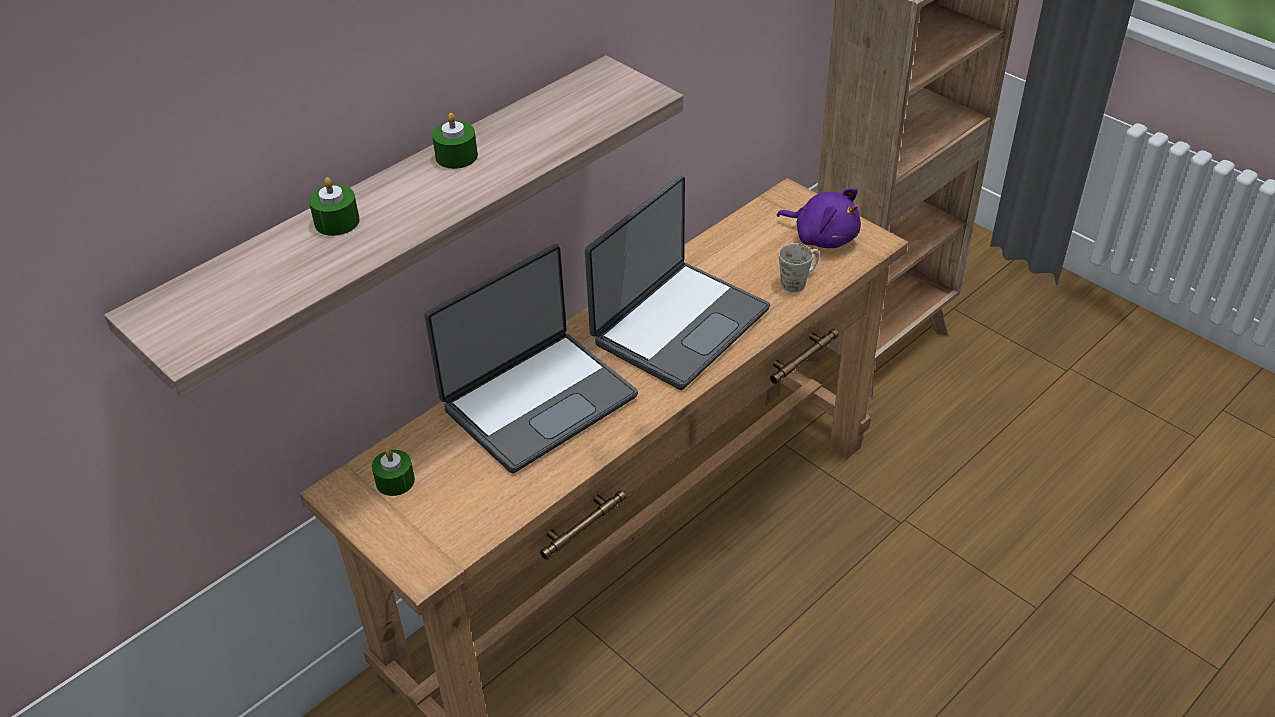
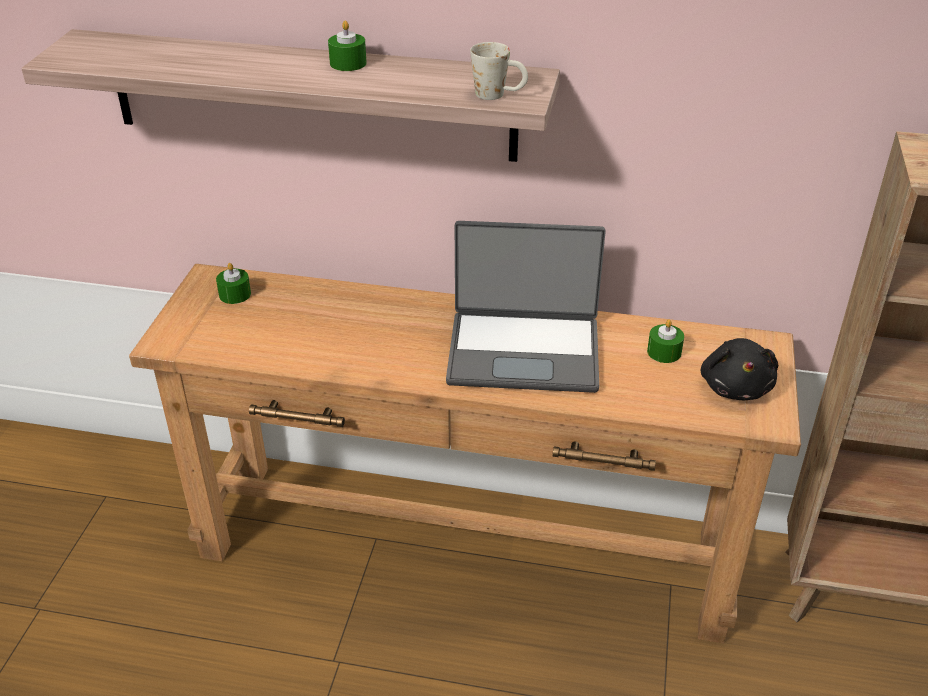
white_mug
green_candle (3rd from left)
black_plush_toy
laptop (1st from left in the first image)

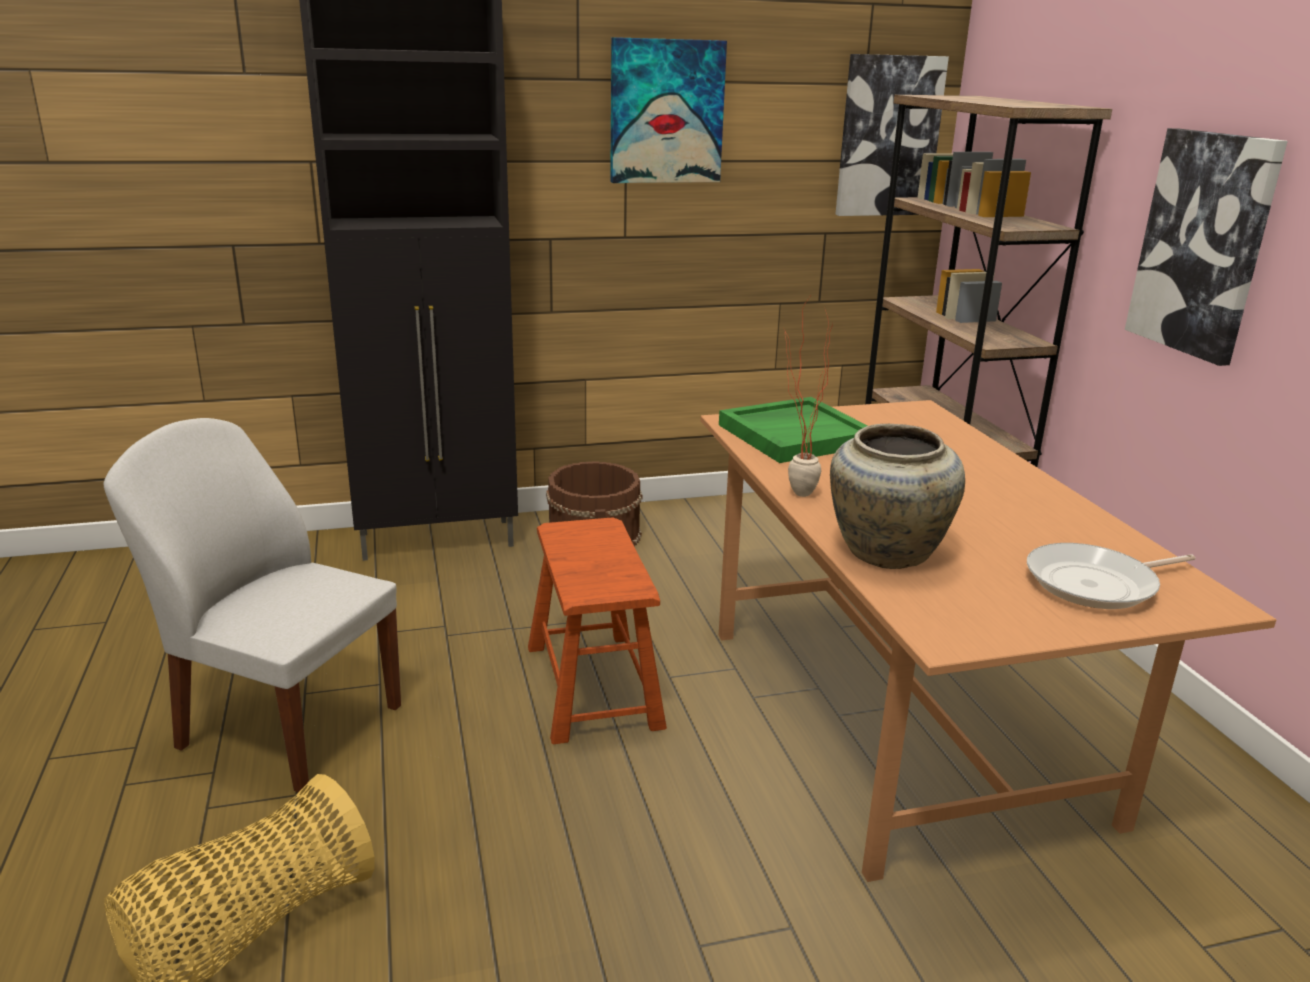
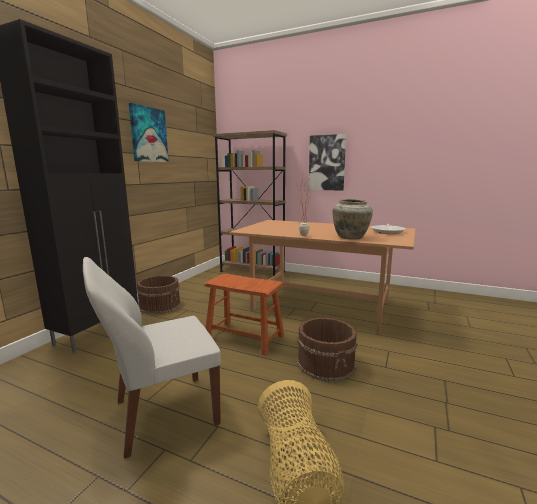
brown_bucket (2nd from left)
green_tray
picture (2nd from left in the first image)

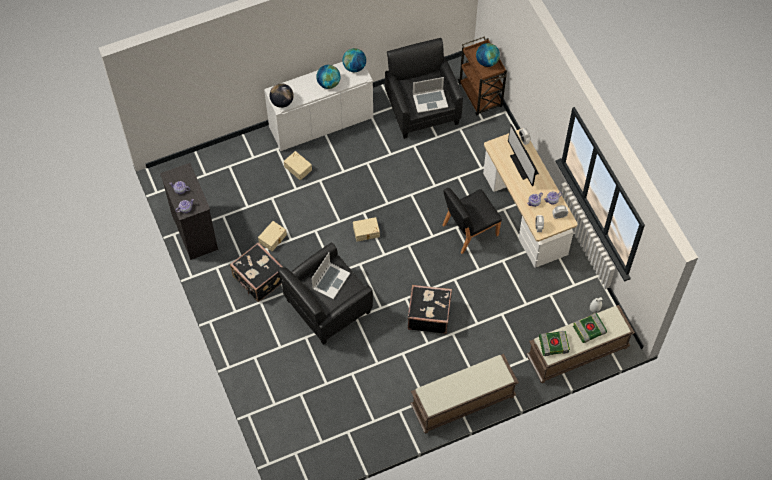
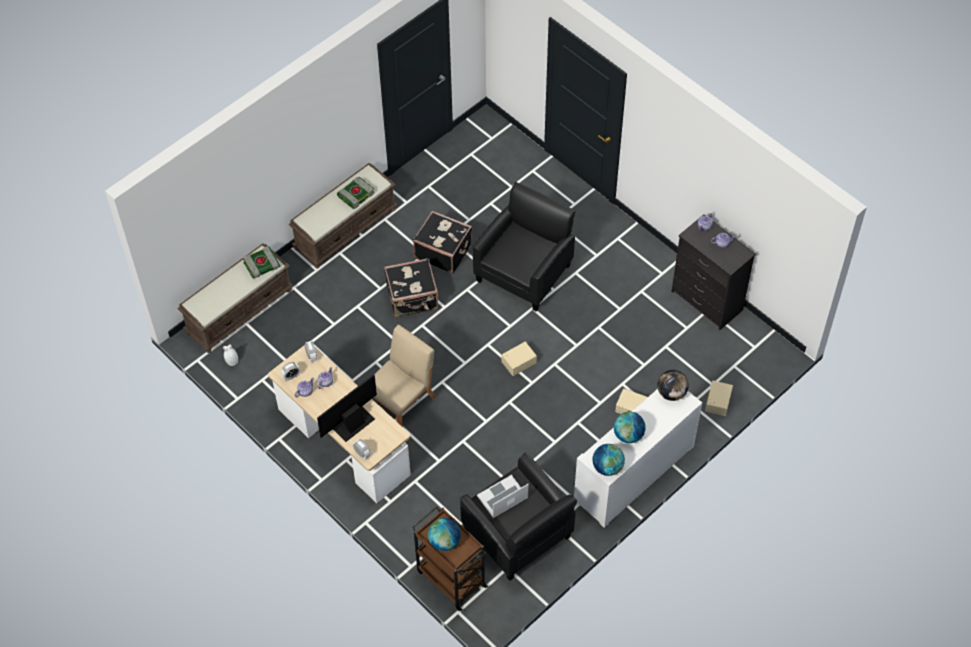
monitor
book (2nd from left)
beige_chair
black_suitcase (2nd from left)
beige_storage_box (3rd from left)
laptop (1st from left in the first image)

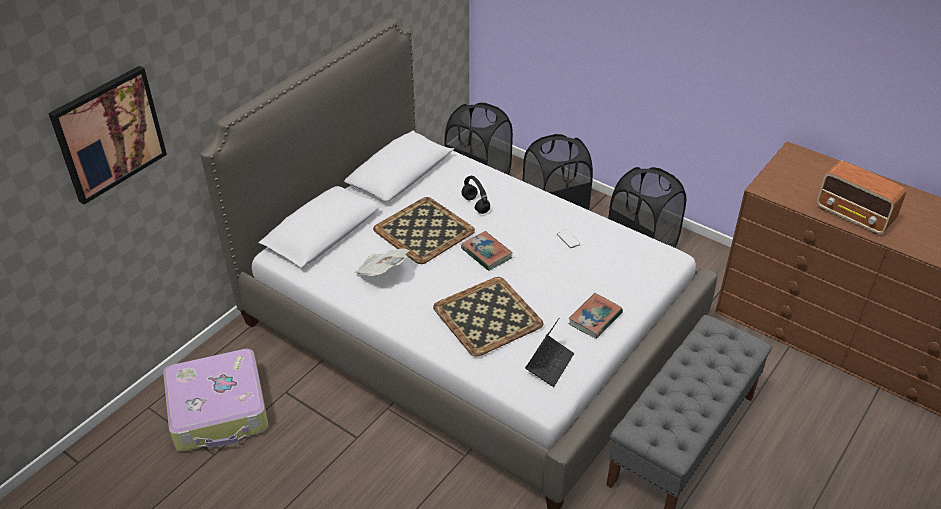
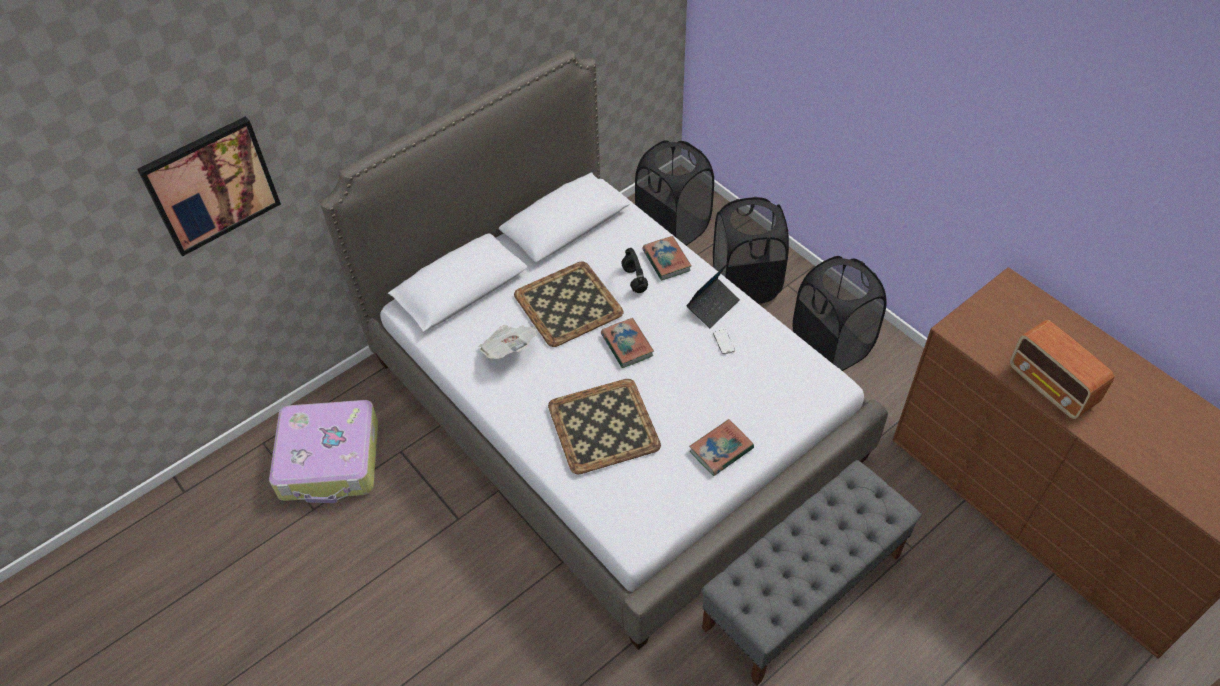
book (2nd from left)
laptop

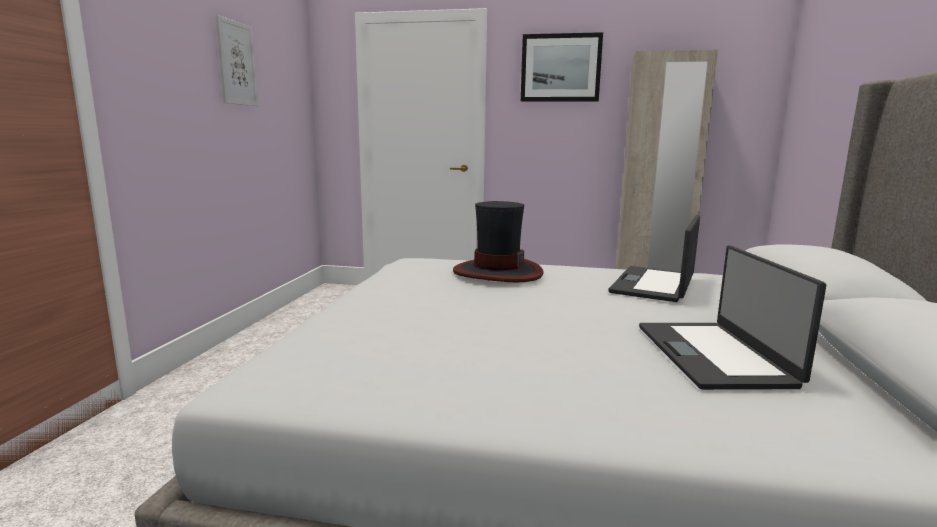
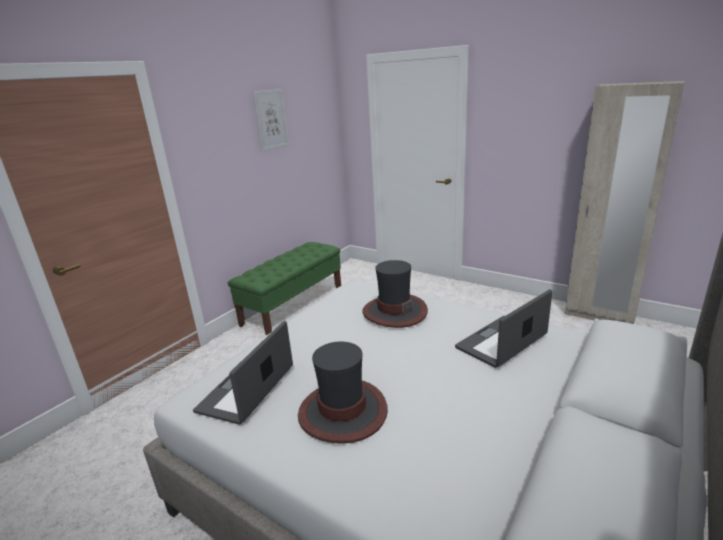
laptop (1st from left)
green_bench
hat (1st from left)
picture (2nd from left in the first image)

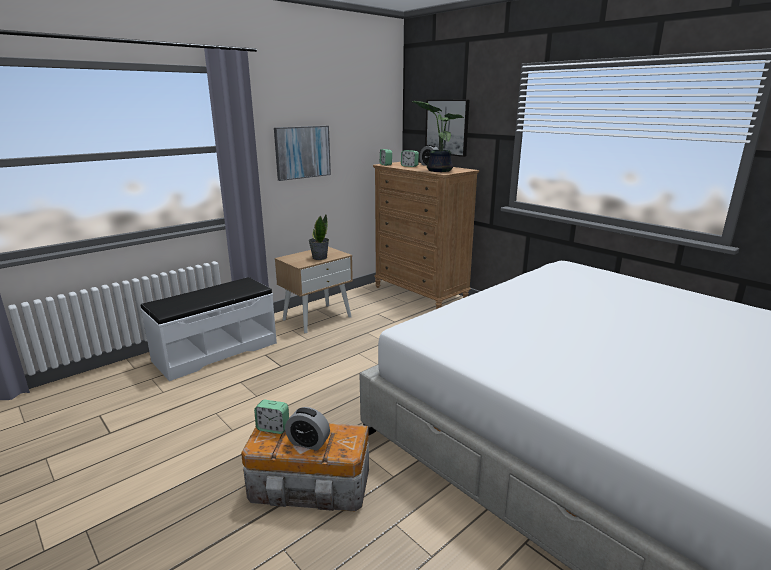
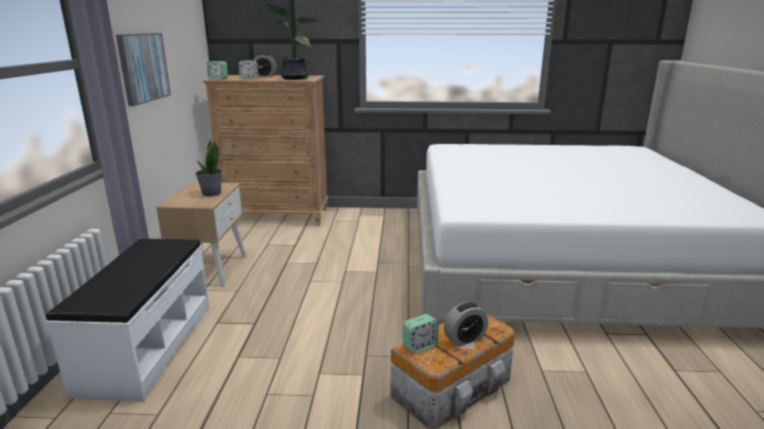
picture (2nd from left in the first image)

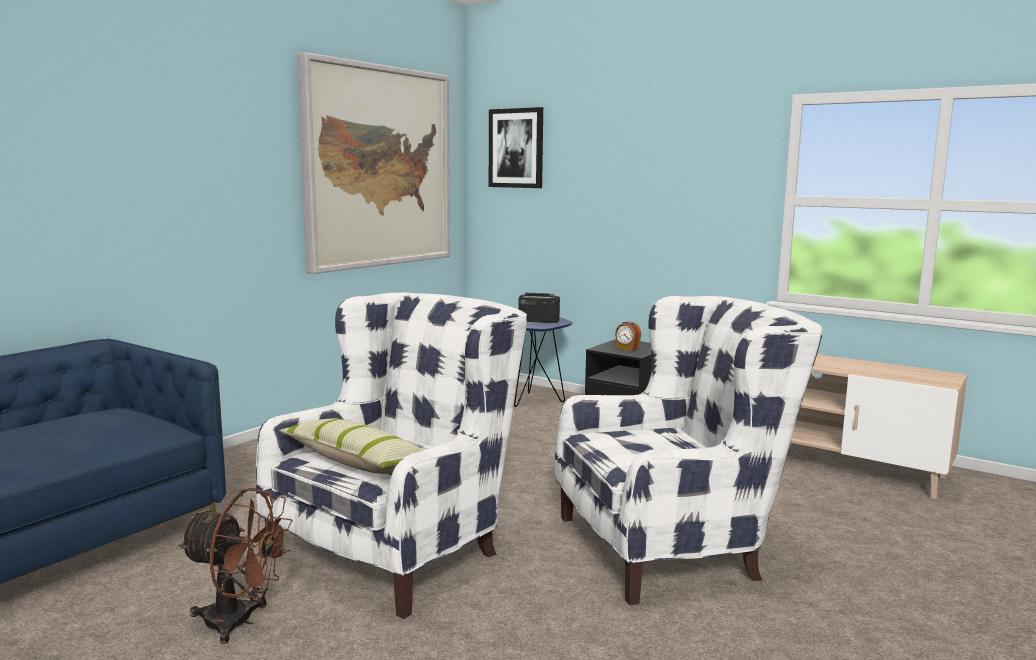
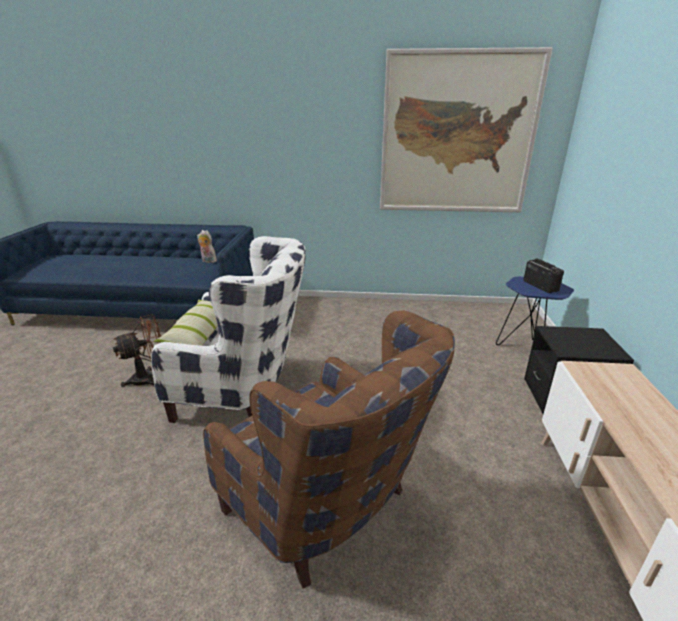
brown_fan
plush_toy
brown_armchair
picture (2nd from left in the first image)
alarm_clock

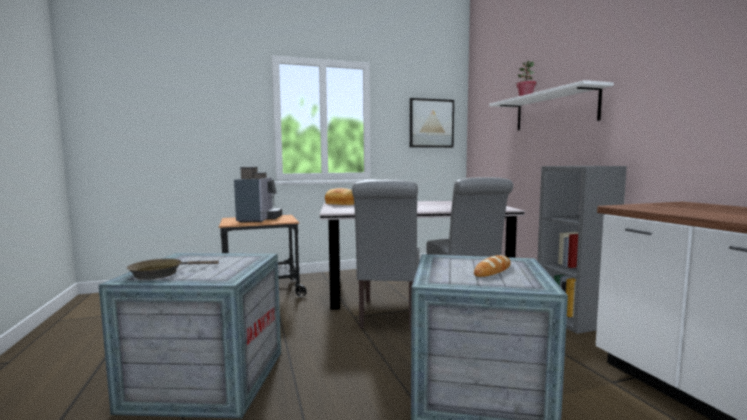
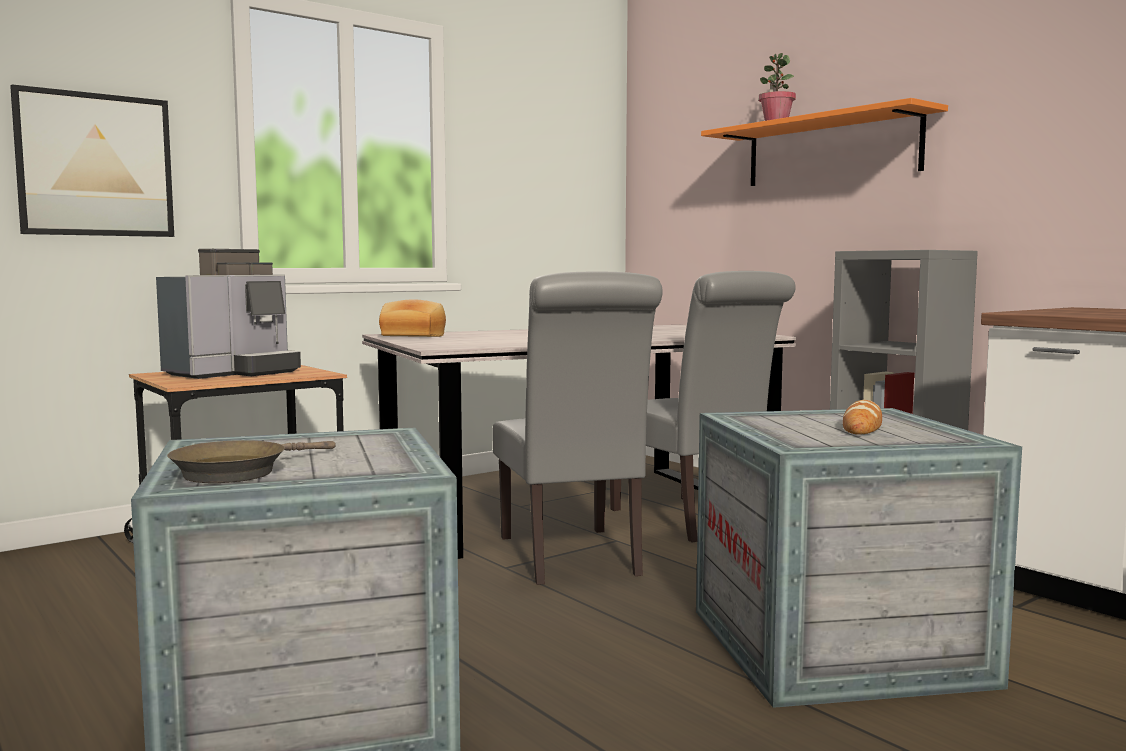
picture
coffee_machine
orange_shelf

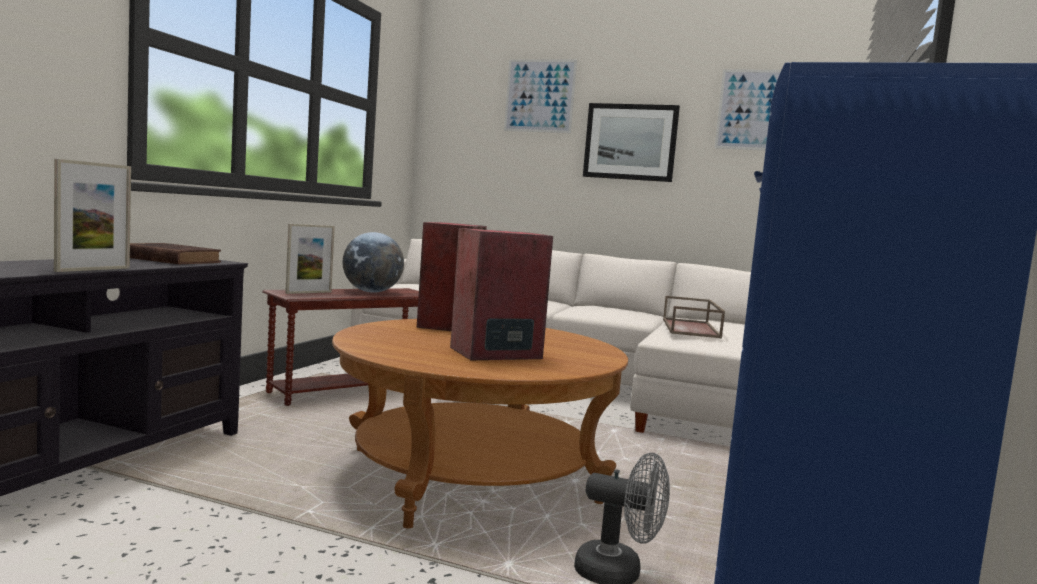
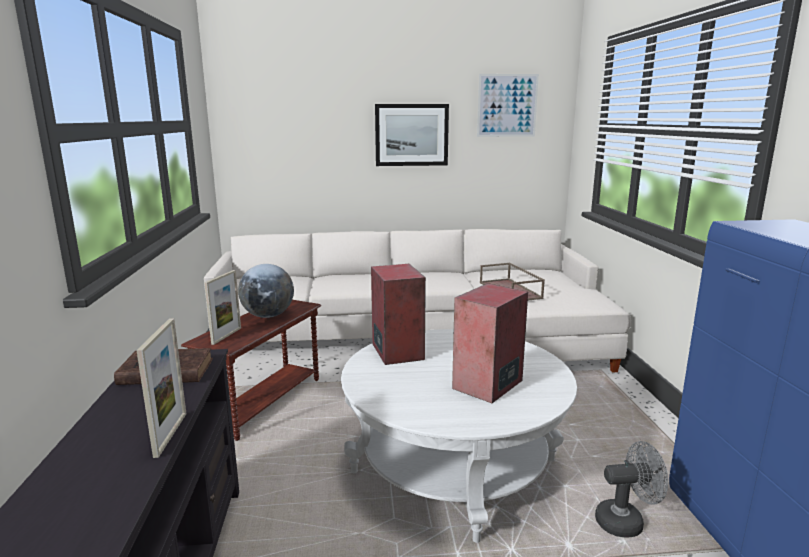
white_coffee_table
picture (1st from left in the first image)

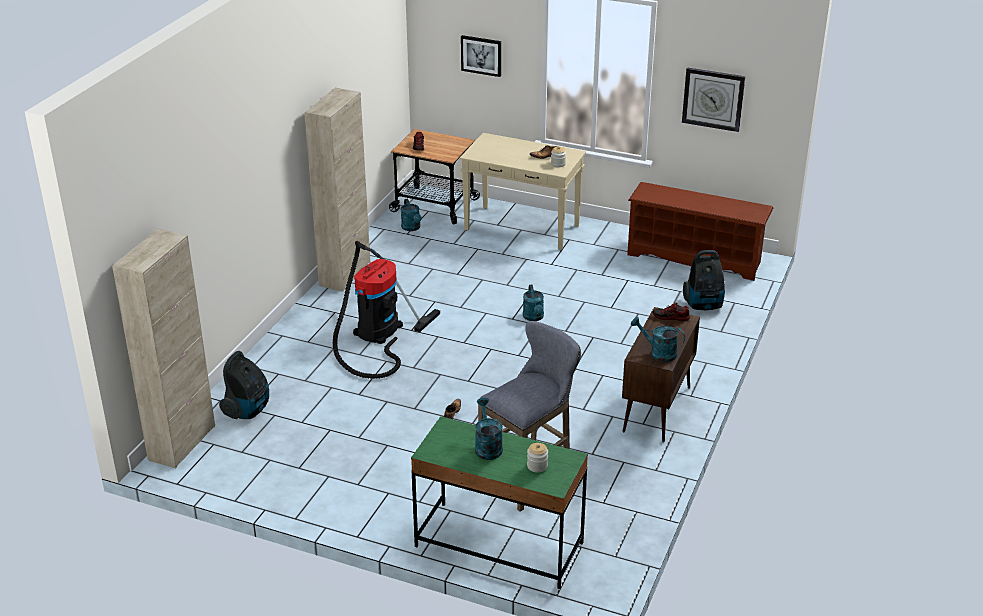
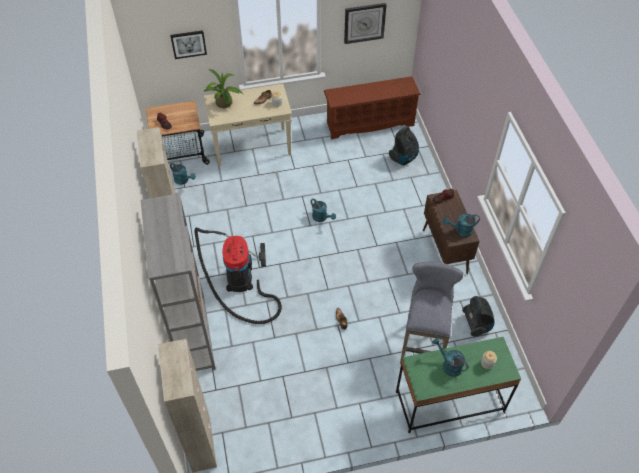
grey_bookcase
potted_plant
vacuum_cleaner (3rd from left)

